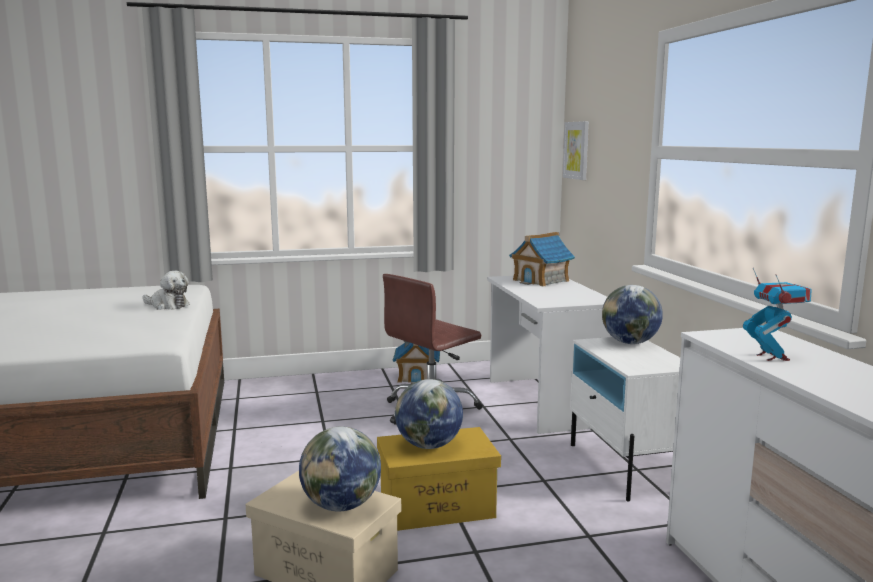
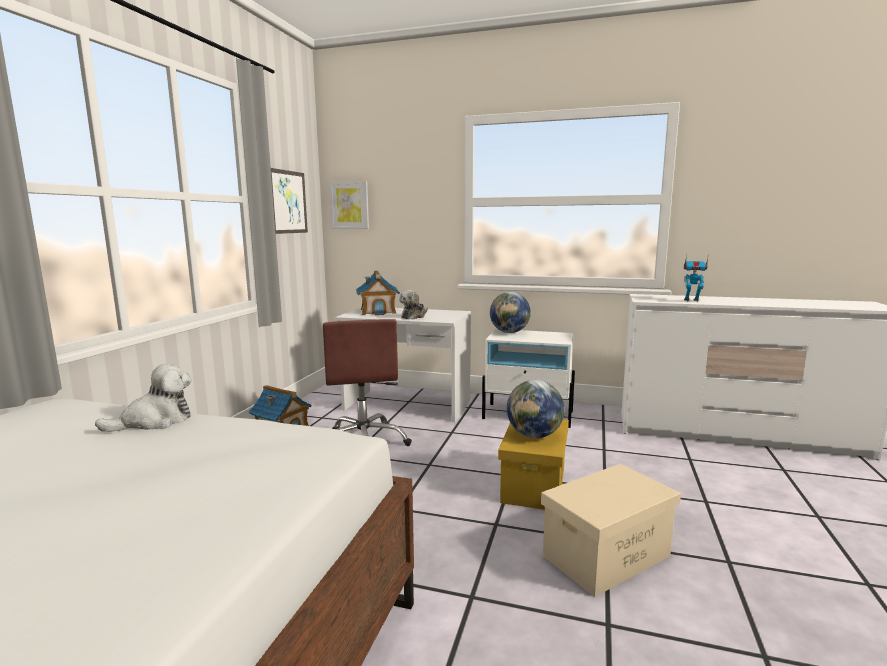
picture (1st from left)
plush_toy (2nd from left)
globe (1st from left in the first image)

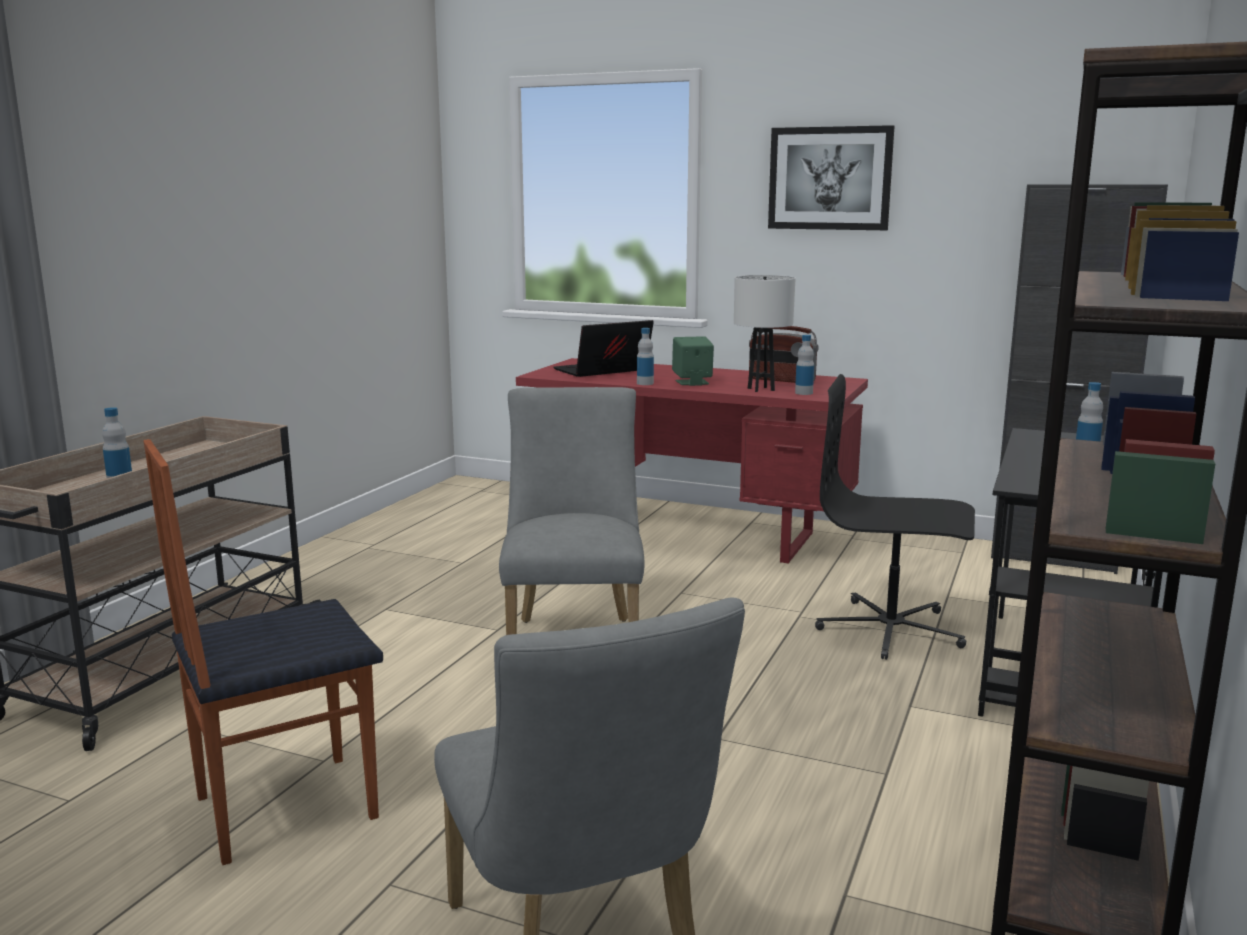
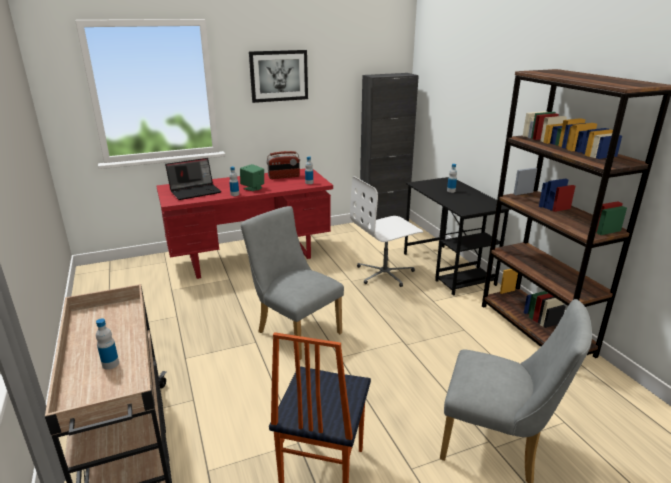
laptop
white_office_chair
white_table_lamp

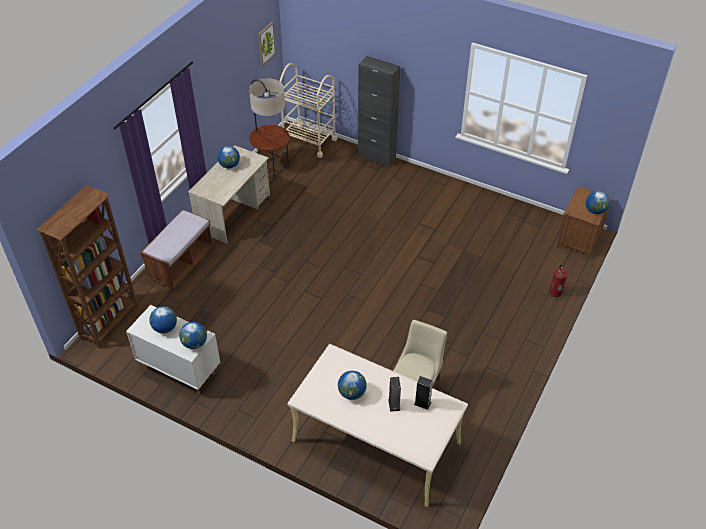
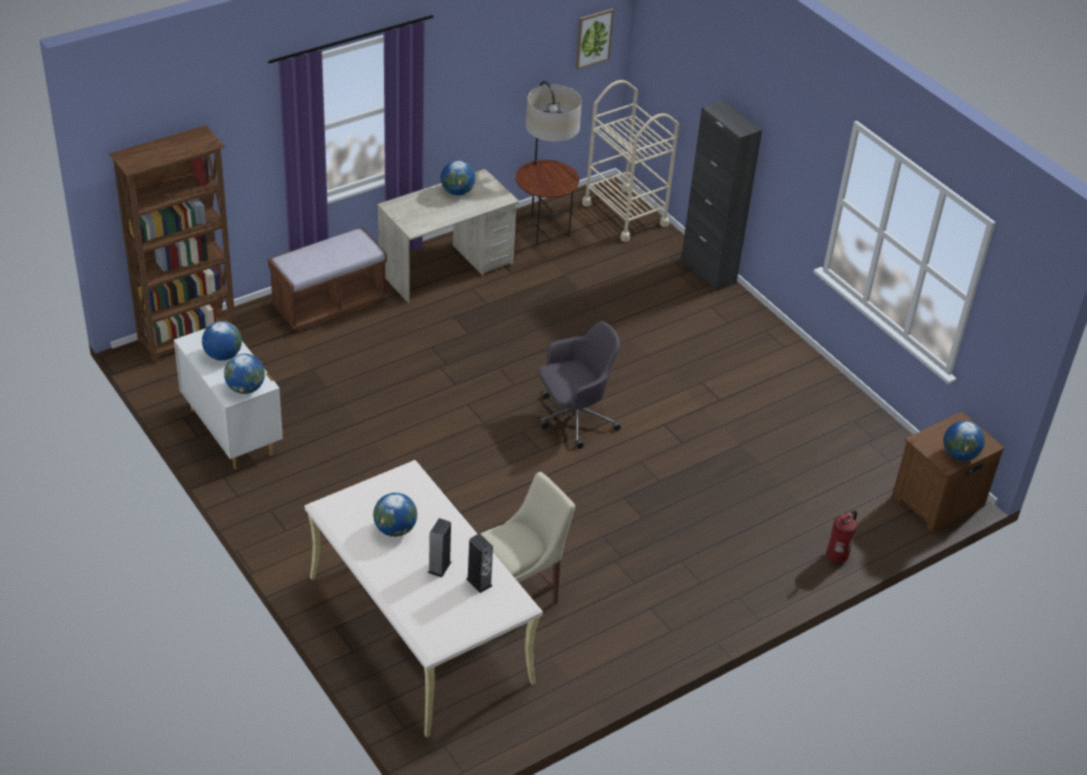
grey_office_chair

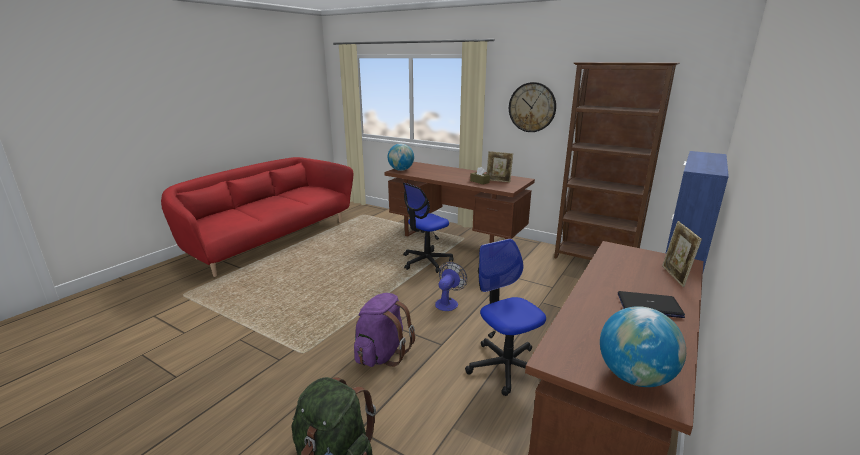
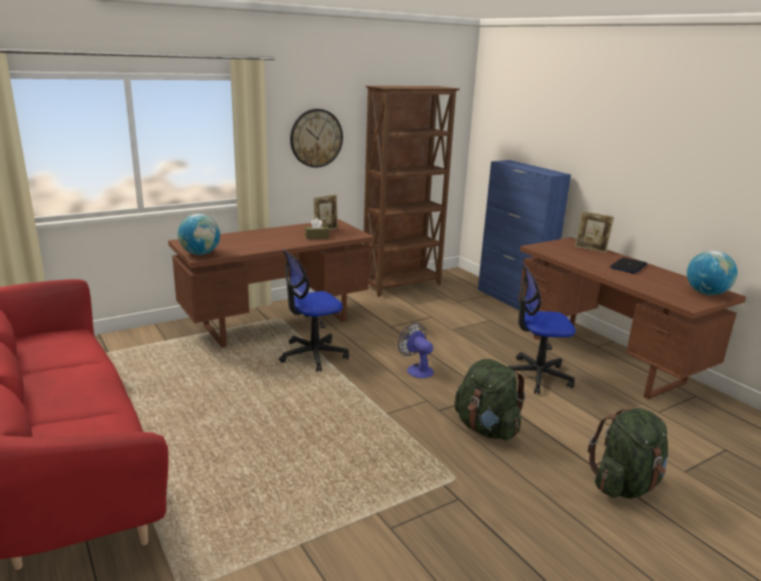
office_chair (1st from left)
green_backpack (1st from left)

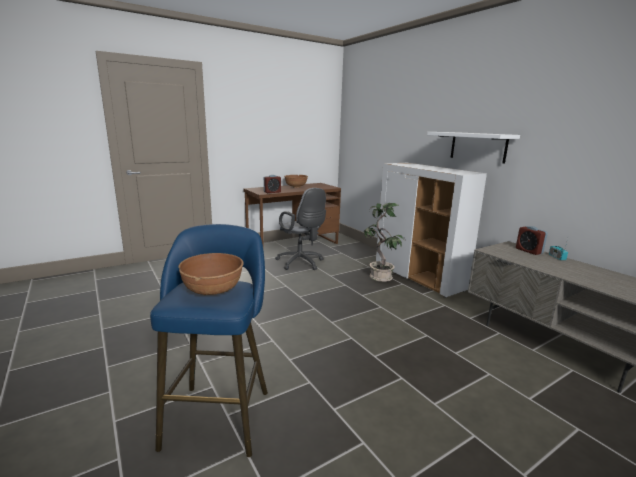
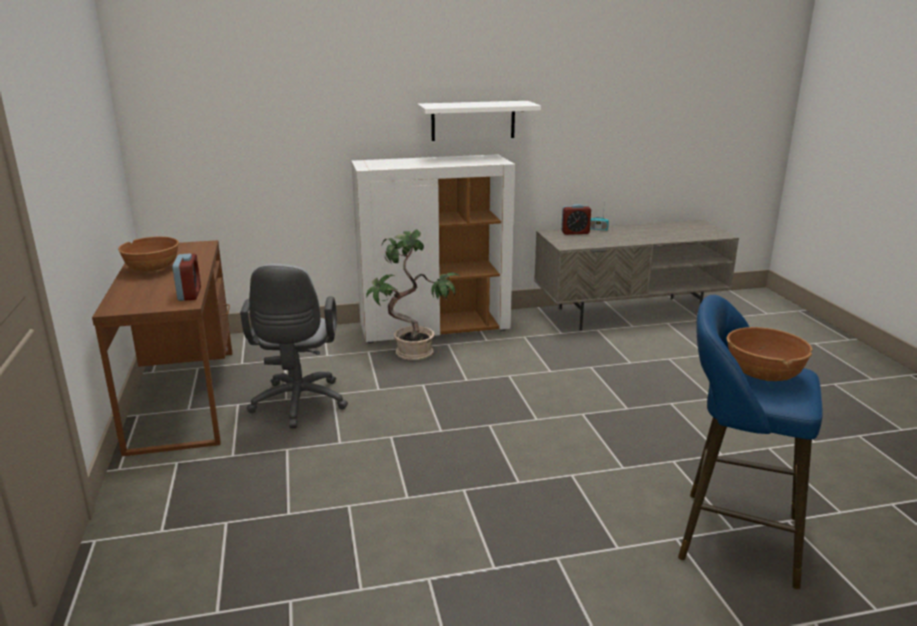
grey_office_chair

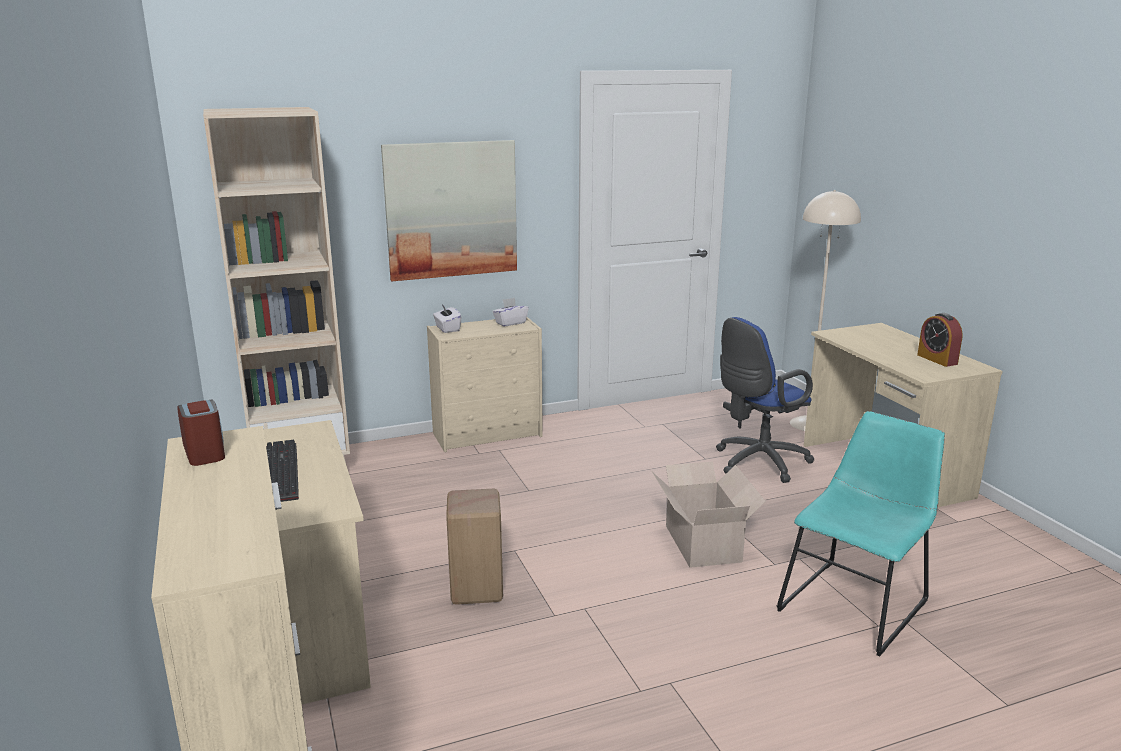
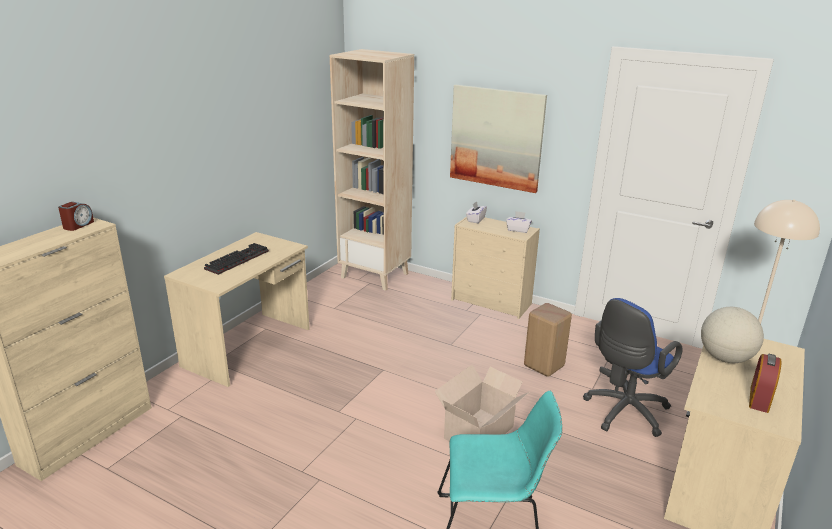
beige_stool
blue_office_chair
globe

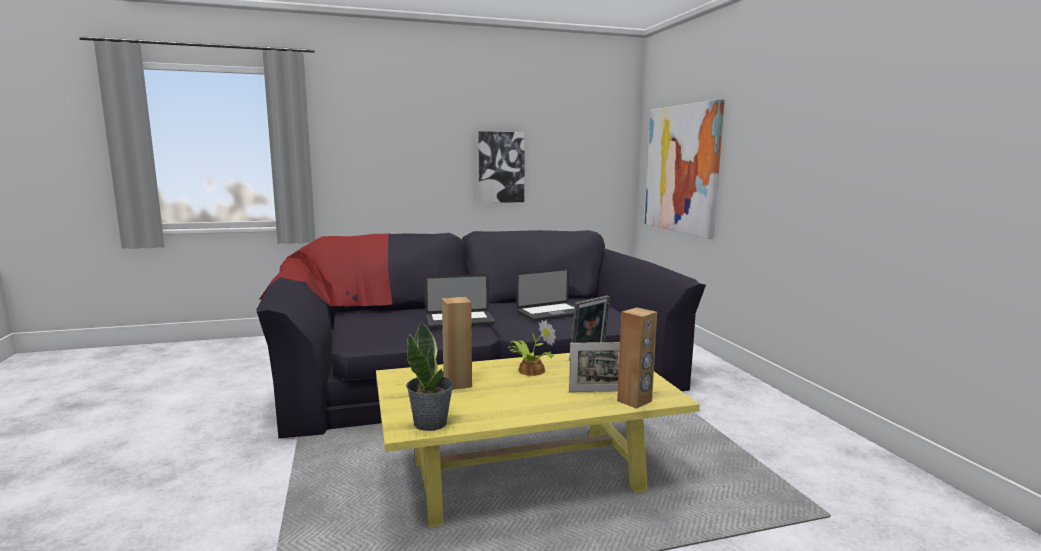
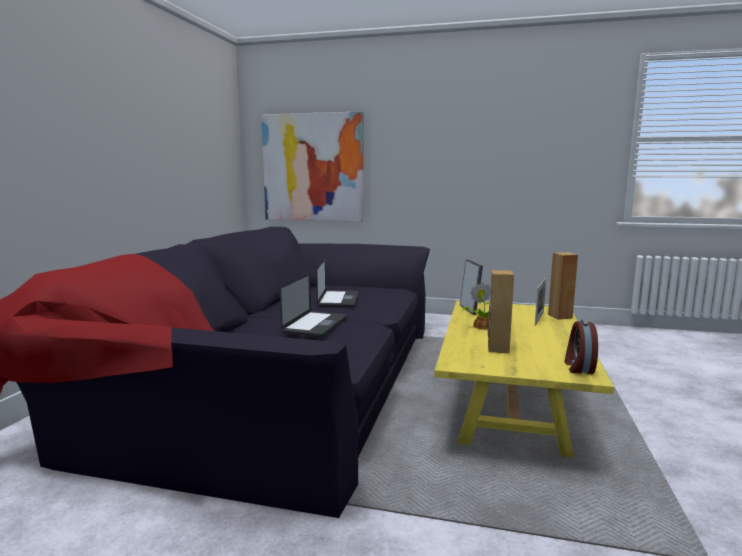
alarm_clock
picture (1st from left in the first image)

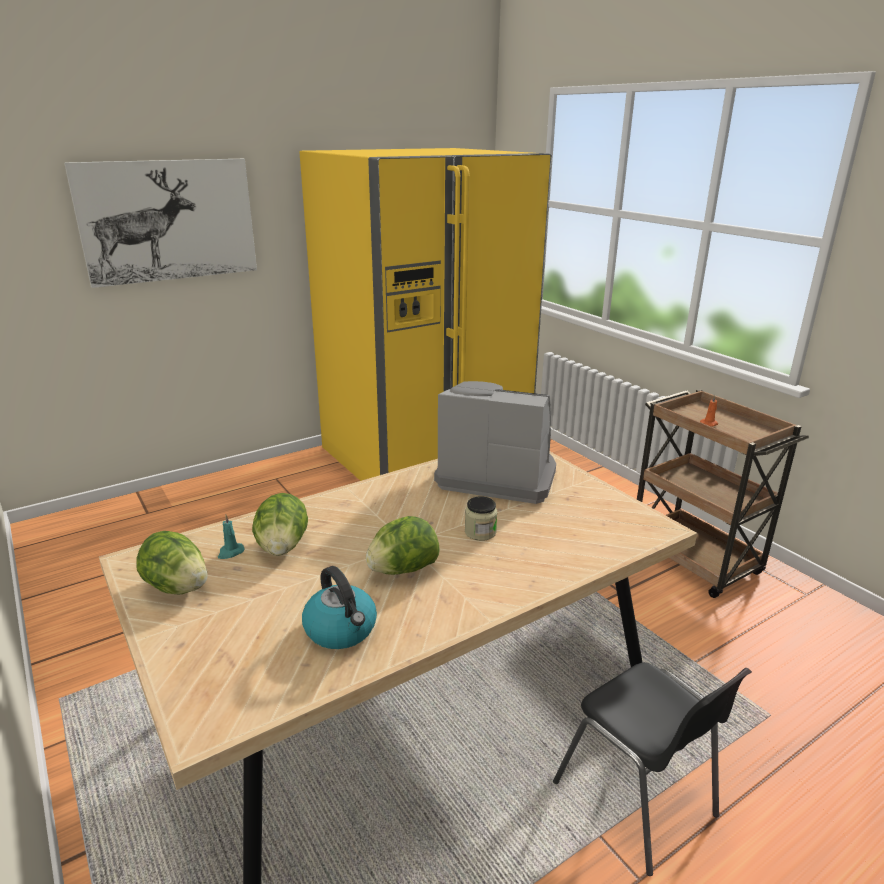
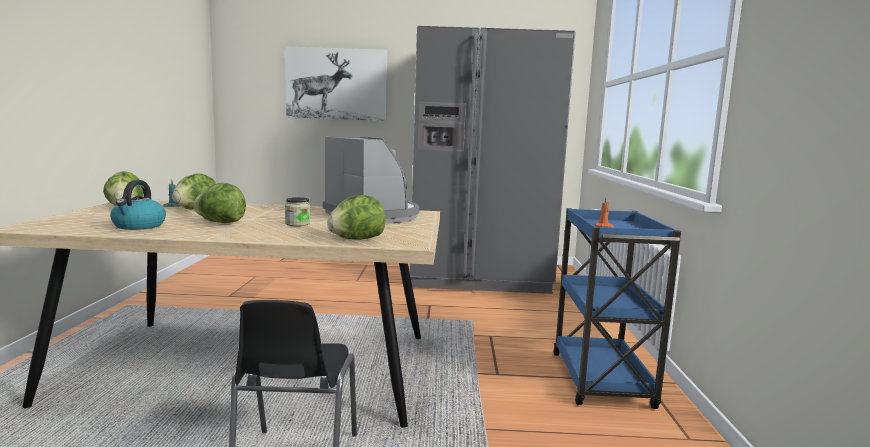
lettuce (4th from left)
grey_fridge
blue_cart

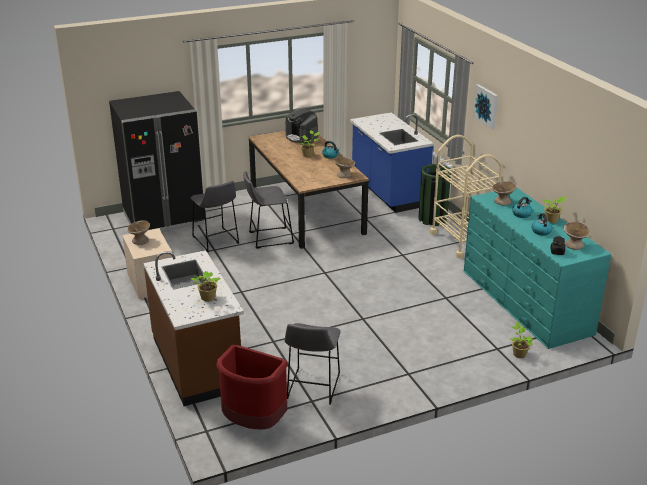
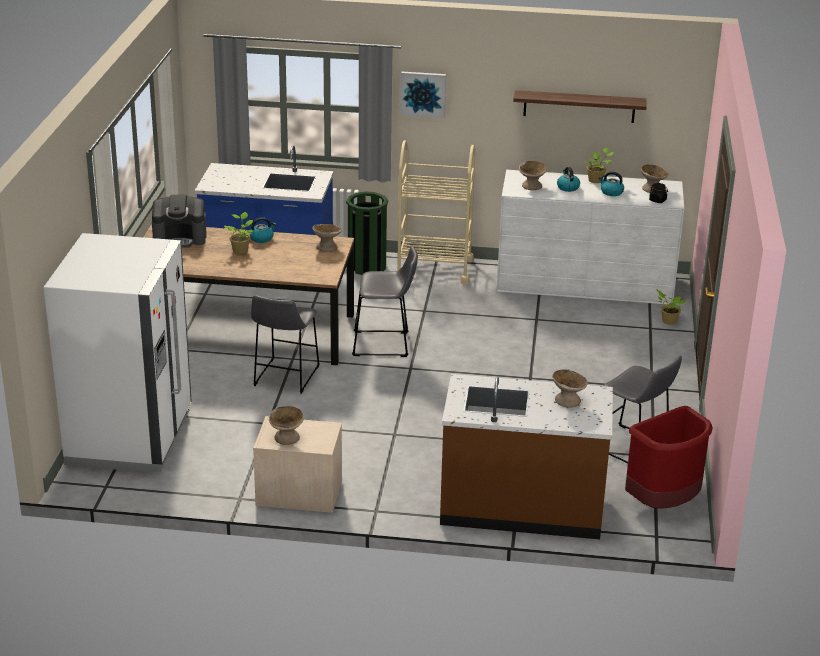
white_fridge
grey_stool (2nd from left)
white_dresser
shelf
beige_bowl (4th from left)

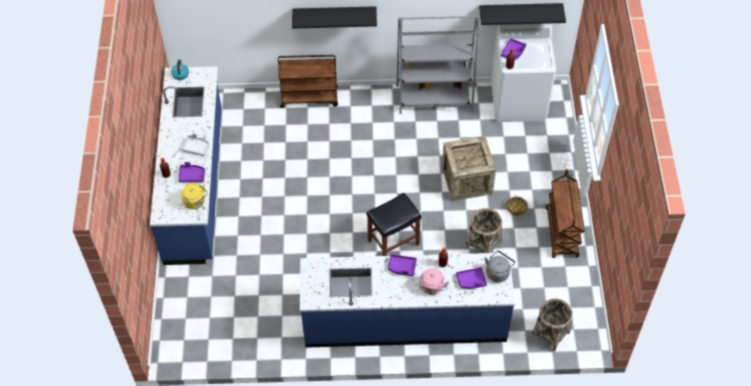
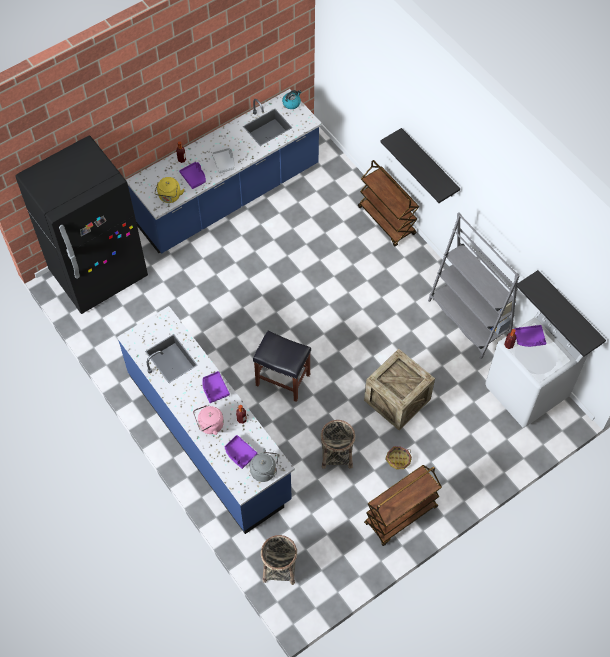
black_fridge

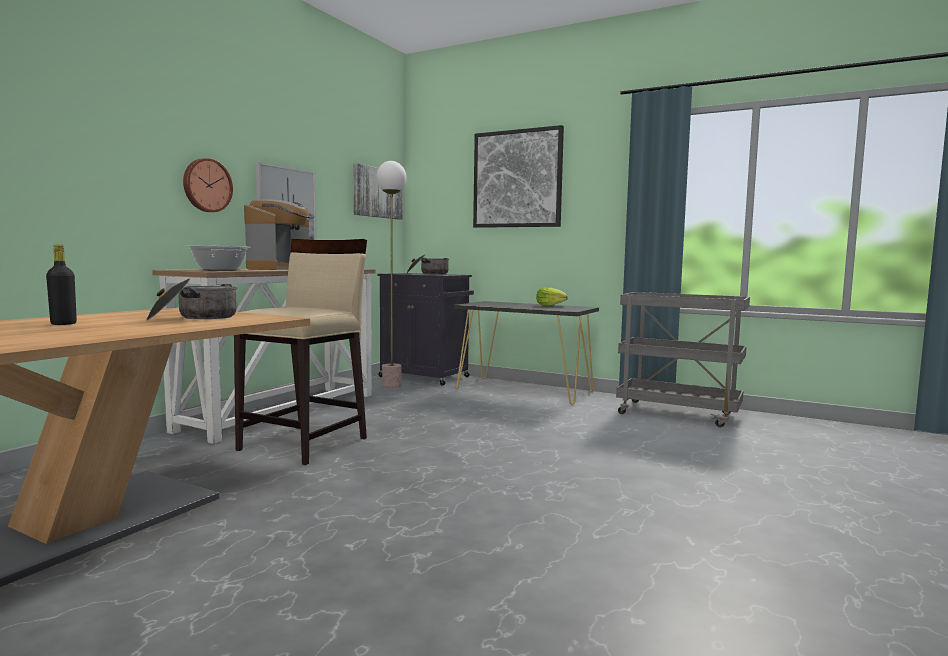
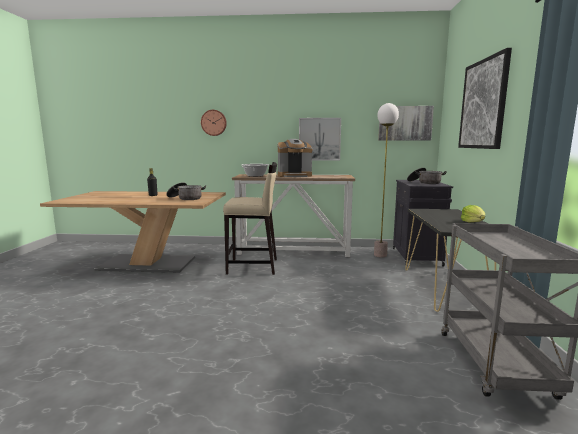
wall_clock

